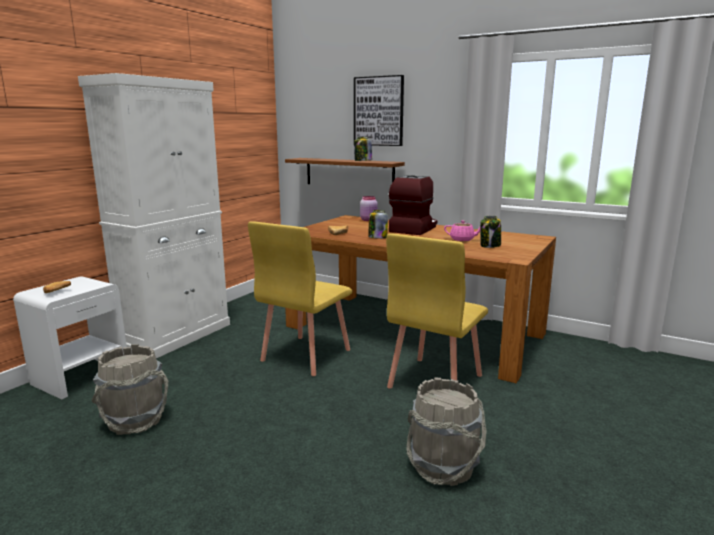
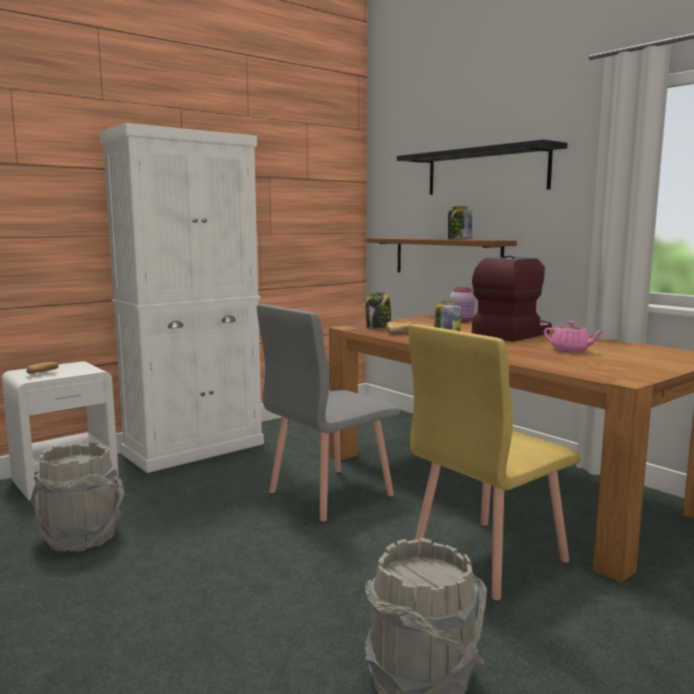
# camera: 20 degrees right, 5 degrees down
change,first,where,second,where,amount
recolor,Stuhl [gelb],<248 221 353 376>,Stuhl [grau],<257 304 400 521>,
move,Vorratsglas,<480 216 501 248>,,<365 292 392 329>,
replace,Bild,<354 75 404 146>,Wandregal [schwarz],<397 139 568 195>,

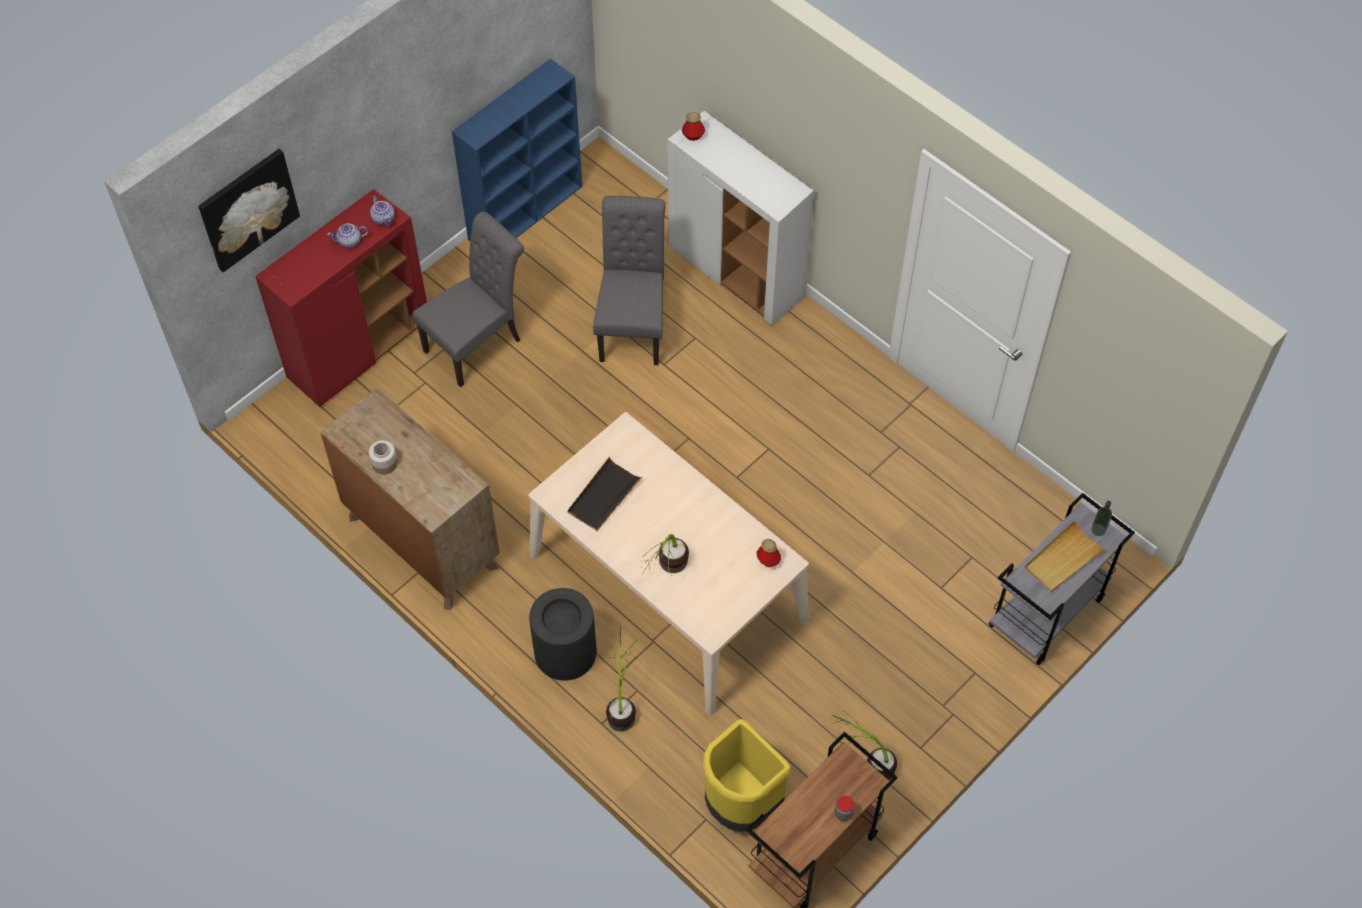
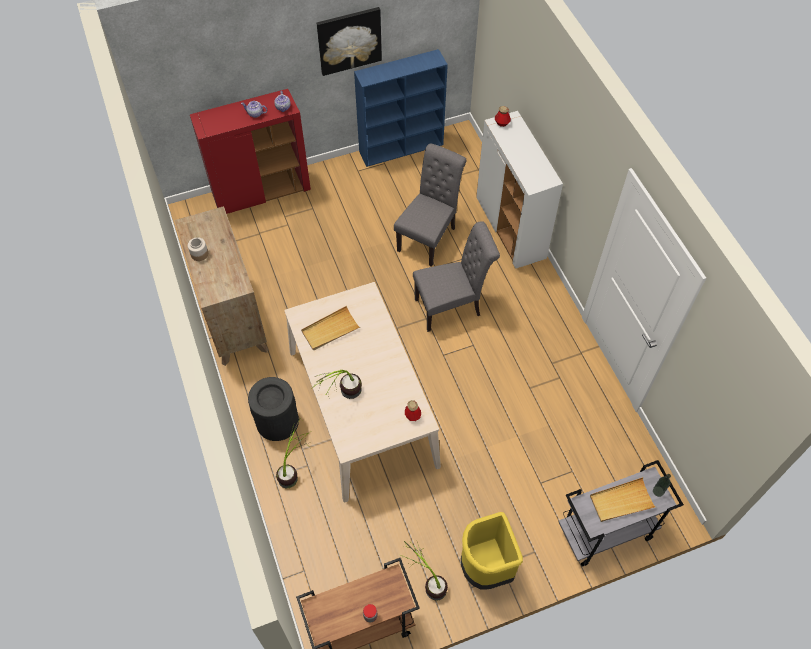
# camera: 25 degrees right, 0 degrees up
change,first,where,second,where,amount
recolor,Tablett [schwarz],<567 457 643 531>,Tablett [beige],<301 306 360 350>,
move,Bild,<198 149 300 272>,,<316 7 382 76>,
move,Stuhl [grau],<412 212 524 387>,,<413 221 500 332>,
move,Mülleimer [gelb],<703 719 791 832>,,<461 512 523 590>,

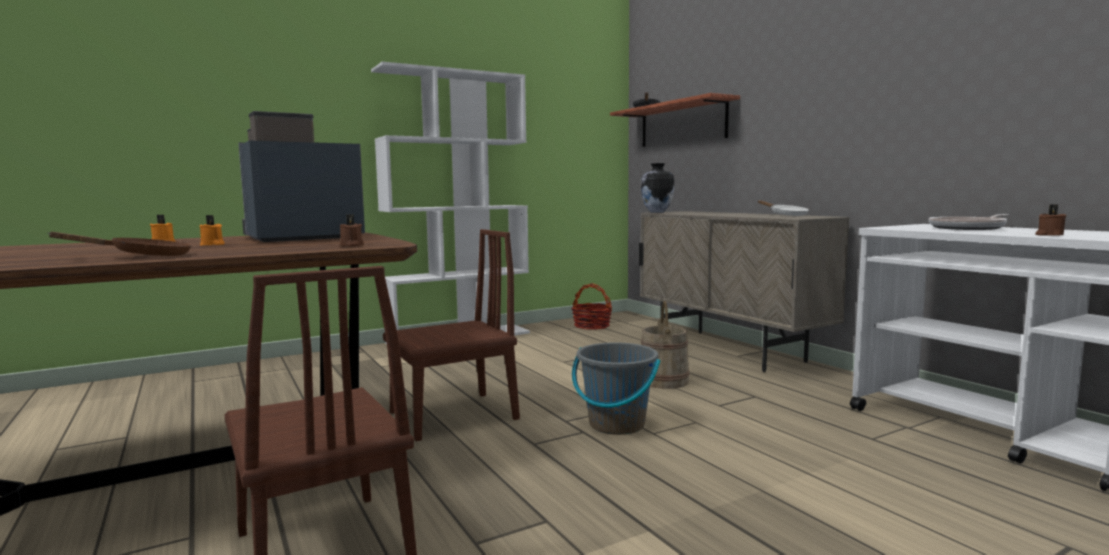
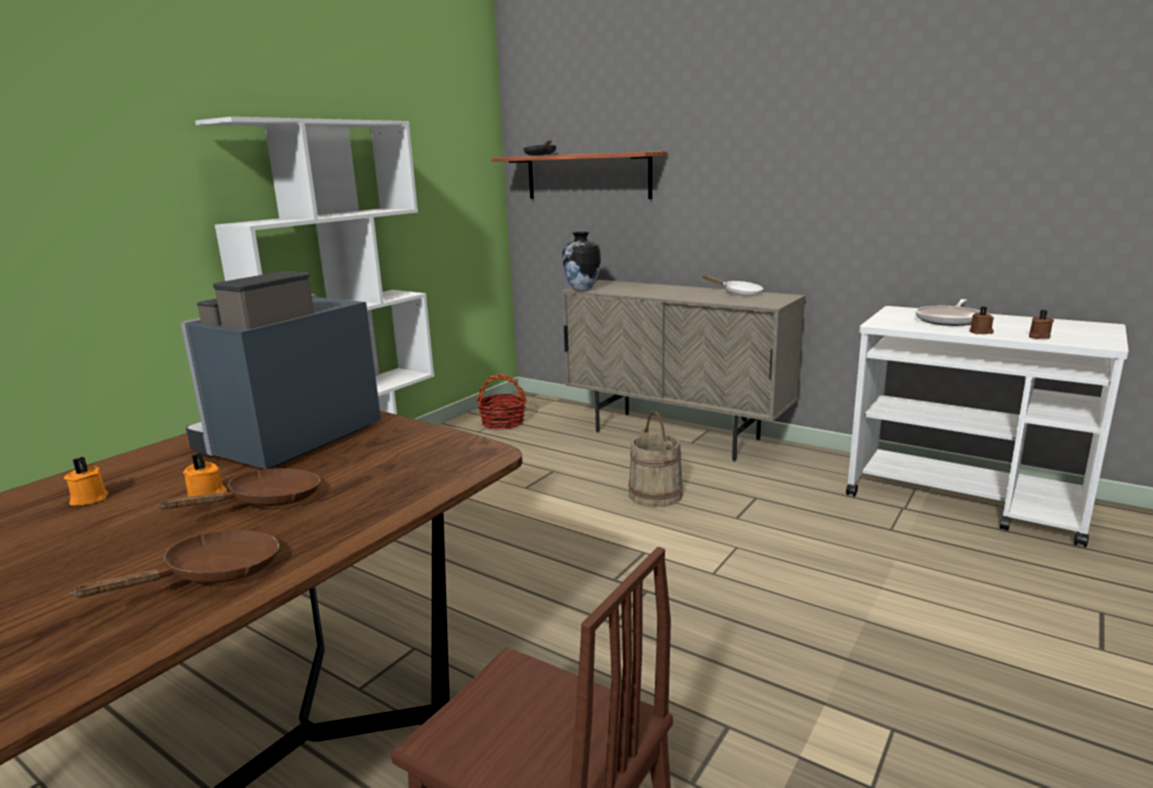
# camera: 25 degrees left, 10 degrees up
change,first,where,second,where,amount
insert,,,Pfanne [braun],<155 468 320 510>,
move,Kerze [braun],<339 214 364 246>,,<969 306 994 334>,
delete,Stuhl [braun],<383 229 520 441>,,,
delete,Eimer [grau],<572 342 660 435>,,,

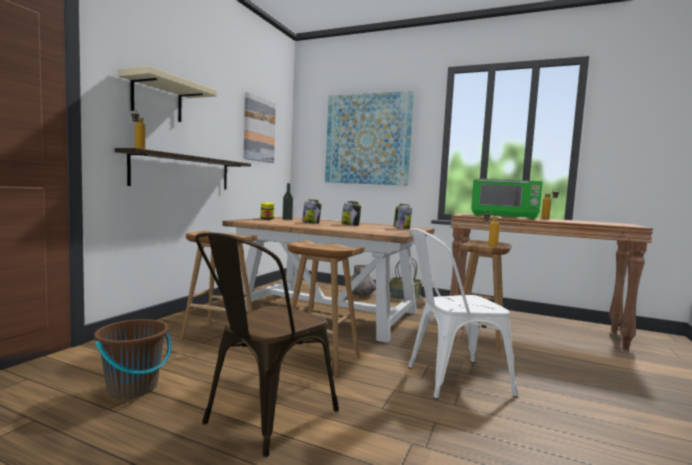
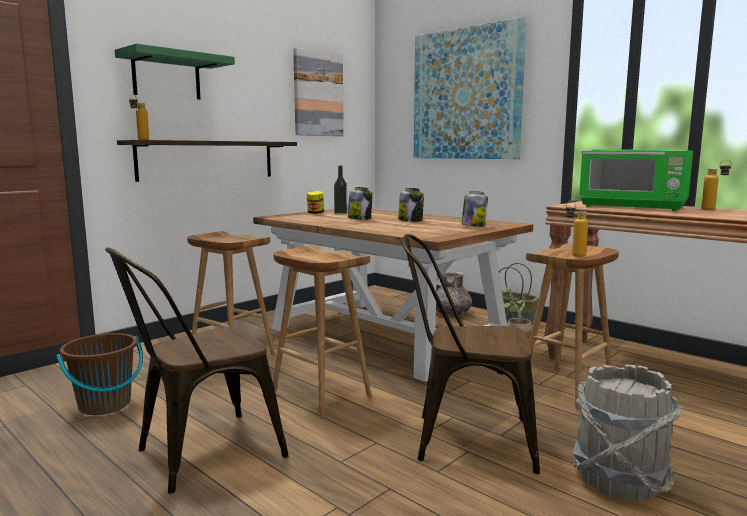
# camera: 20 degrees right, 5 degrees up
change,first,where,second,where,amount
recolor,Wandregal [beige],<118 66 217 122>,Wandregal [grün],<115 43 235 100>,
recolor,Stuhl [weiß],<408 228 518 399>,Stuhl [braun],<402 234 540 474>,
insert,,,Eimer [grau],<573 364 682 501>,

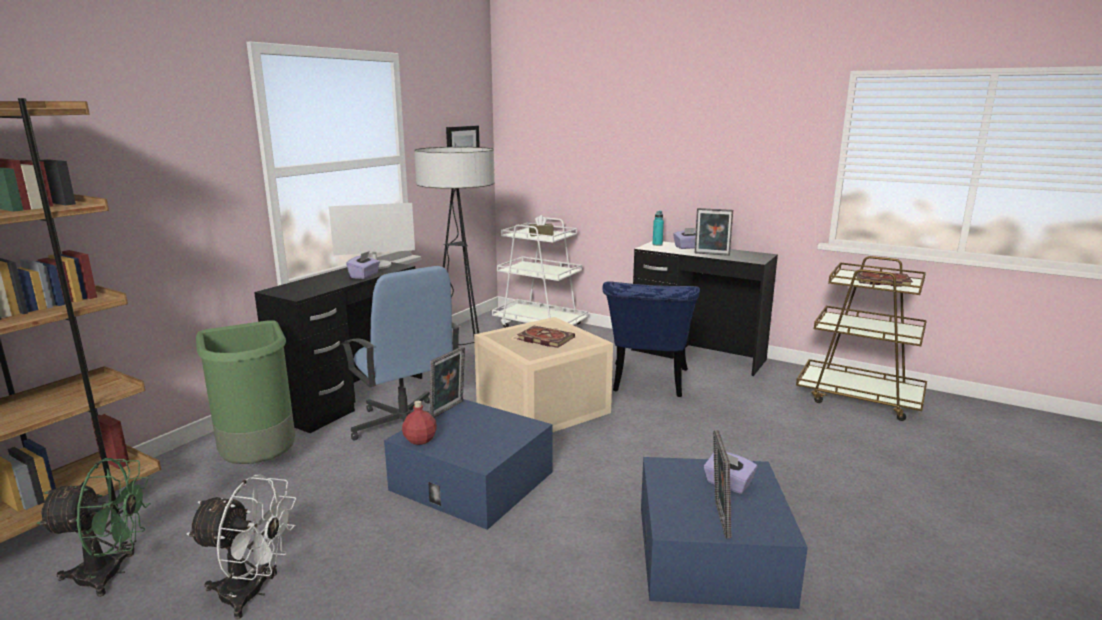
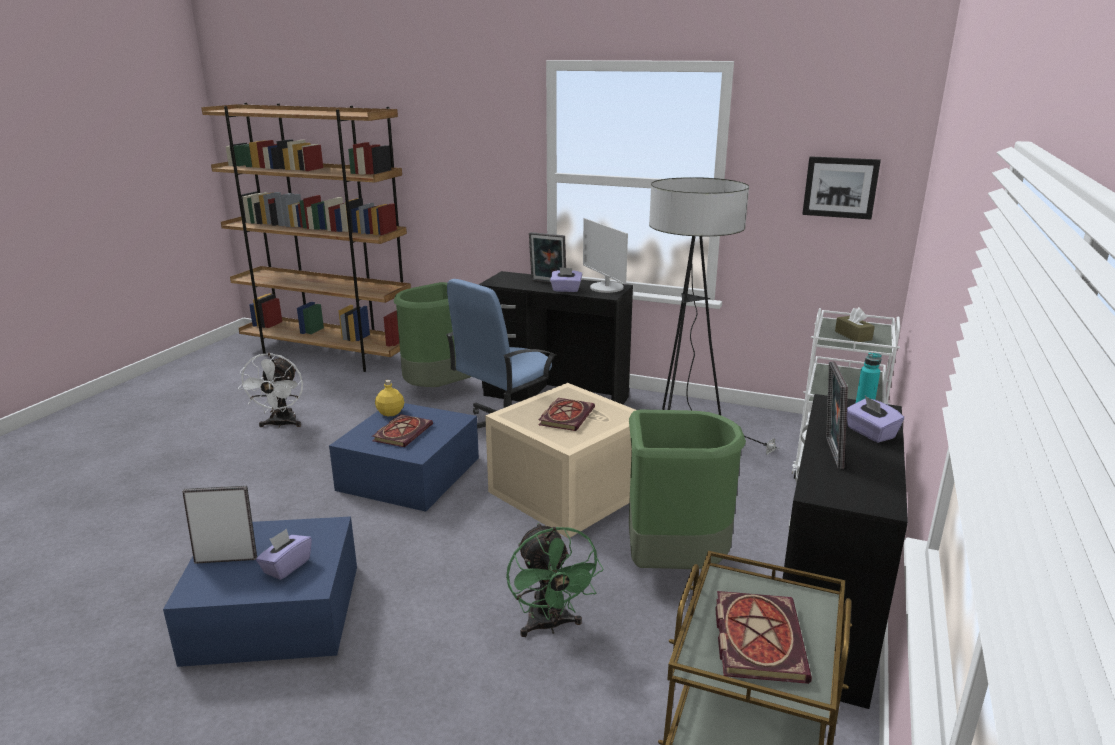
# camera: 80 degrees right, 5 degrees up
change,first,where,second,where,amount
insert,,,Buch,<372 414 433 447>,
recolor,Flasche [rot],<402 401 437 445>,Flasche [gelb],<375 380 404 416>,
move,Ventilator [grün],<37 458 151 597>,,<506 523 604 637>,
move,Bilderrahmen,<429 346 465 418>,,<529 232 566 283>,
replace,Stuhl [blau],<603 281 700 397>,Mülleimer [grün],<629 409 746 569>,

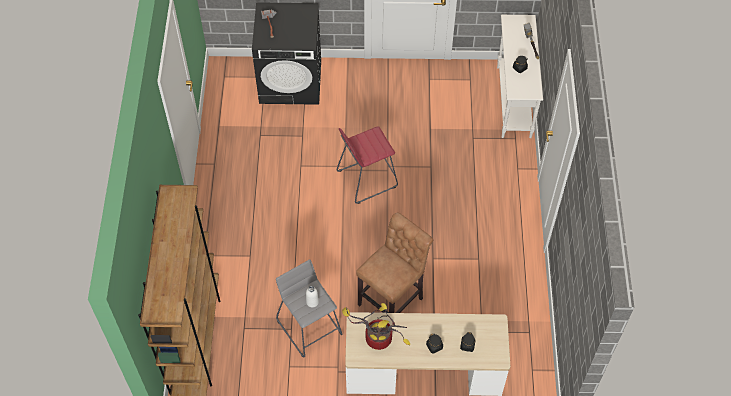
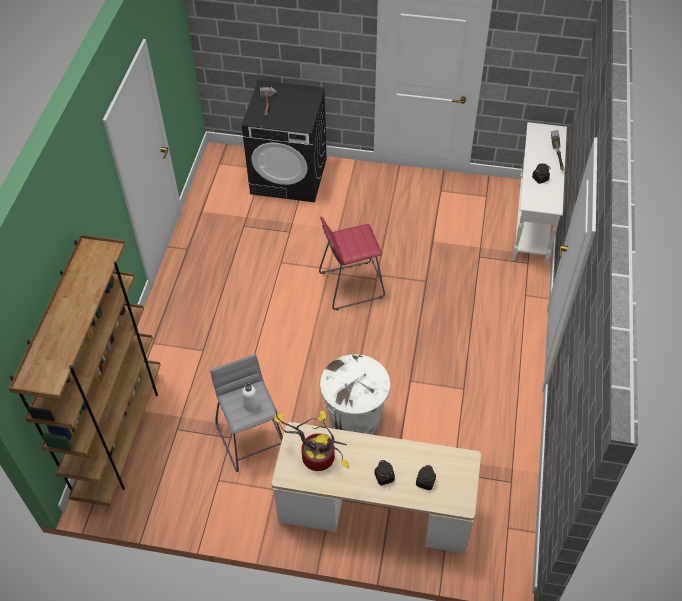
# camera: 10 degrees right, 5 degrees down
change,first,where,second,where,amount
replace,Hocker [braun],<356 212 433 313>,Mülleimer [weiß],<320 354 390 435>,

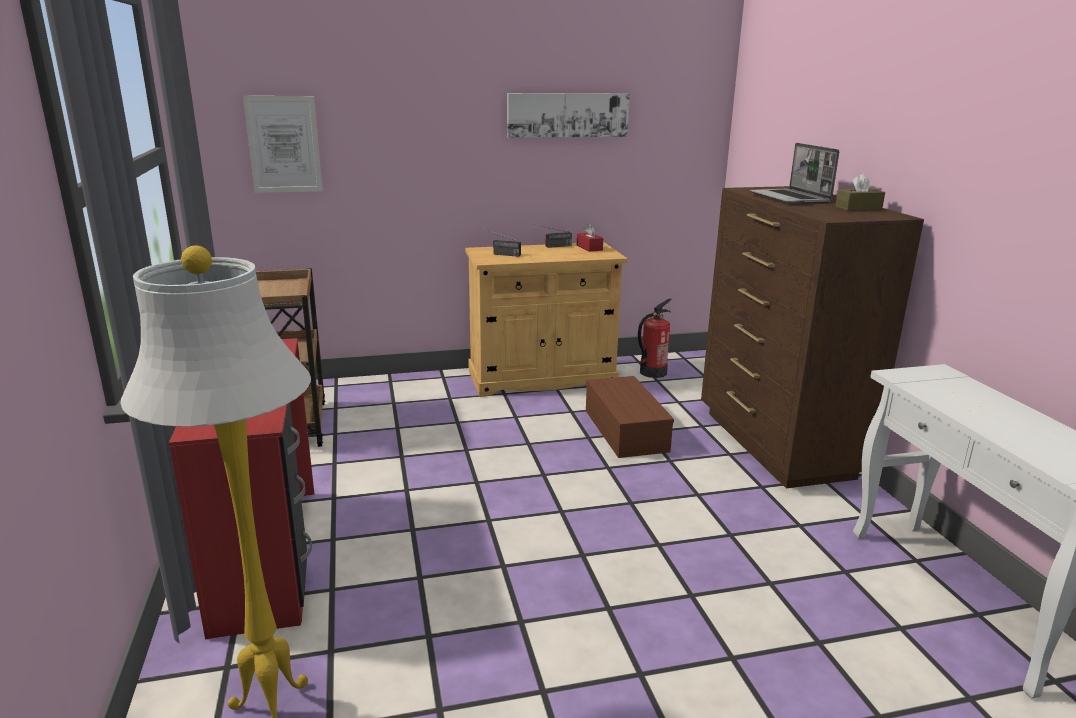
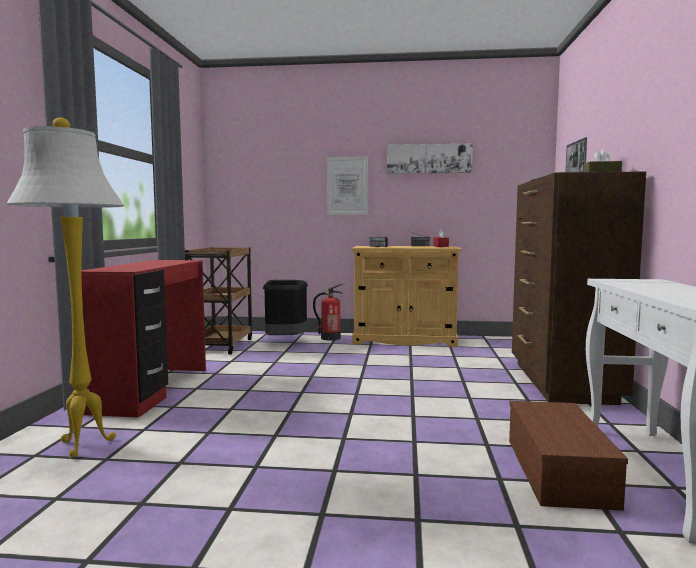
# camera: 20 degrees right, 15 degrees down
change,first,where,second,where,amount
insert,,,Mülleimer [schwarz],<263 280 308 335>,
move,Feuerlöscher,<638 299 672 378>,,<313 284 343 340>,
move,Bild,<243 96 323 193>,,<327 156 368 215>,
move,Aufbewahrungsbox [braun],<586 376 674 458>,,<509 401 628 511>,

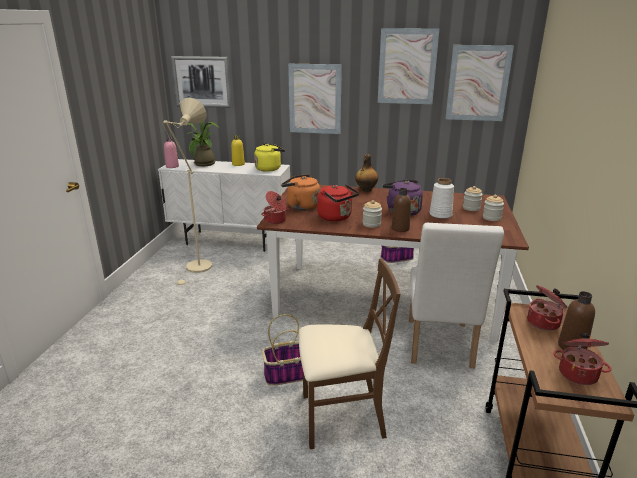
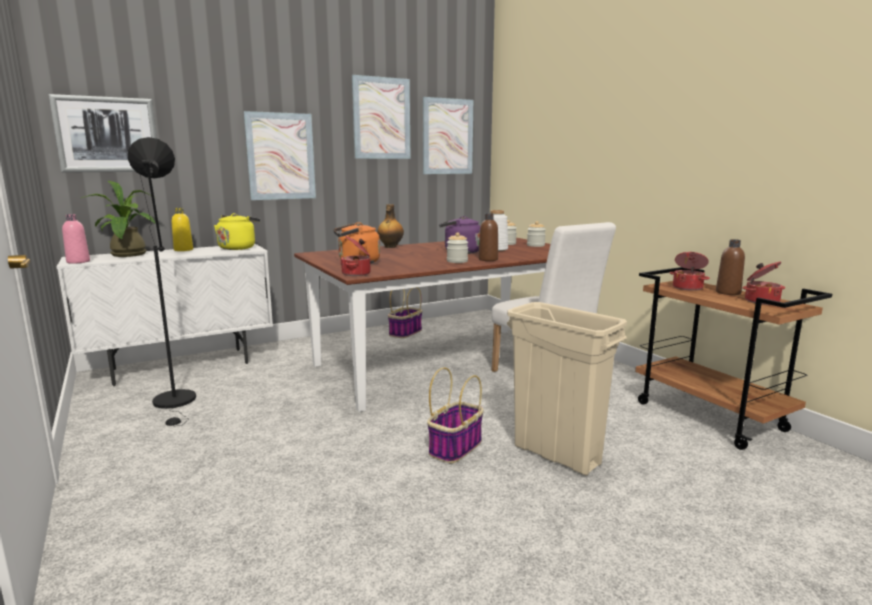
# camera: 40 degrees left, 10 degrees down
change,first,where,second,where,amount
recolor,Stehlampe [beige],<162 98 212 287>,Stehlampe [schwarz],<128 137 196 426>,
replace,Stuhl [braun],<299 259 400 449>,Mülleimer [beige],<507 302 627 475>,
delete,Wasserkessel [rot],<317 184 359 221>,,,

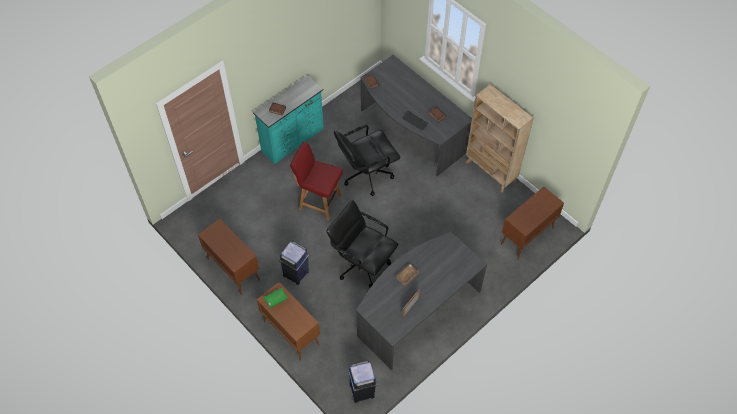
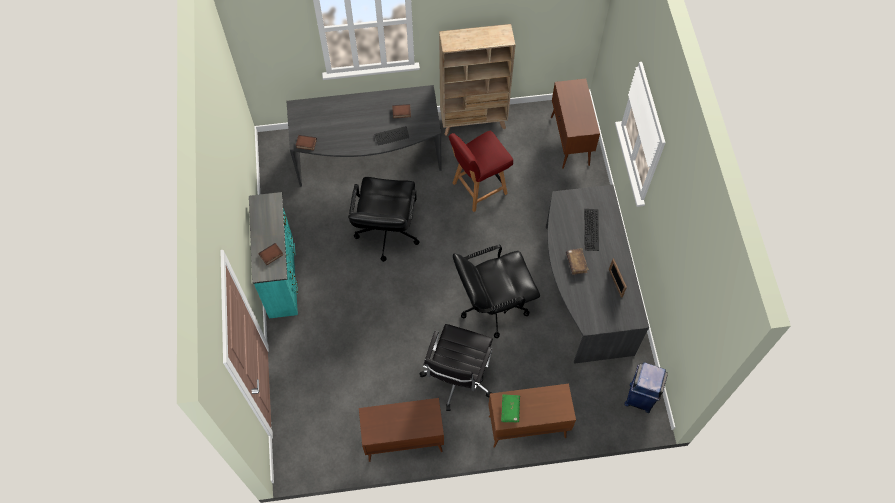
# camera: 55 degrees left, 5 degrees up
change,first,where,second,where,amount
replace,Mülleimer [blau],<279 241 309 285>,Bürostuhl [schwarz],<419 324 493 411>,
move,Stuhl [rot],<290 142 343 221>,,<449 131 513 212>,
insert,,,Tastatur,<584 209 599 251>,

